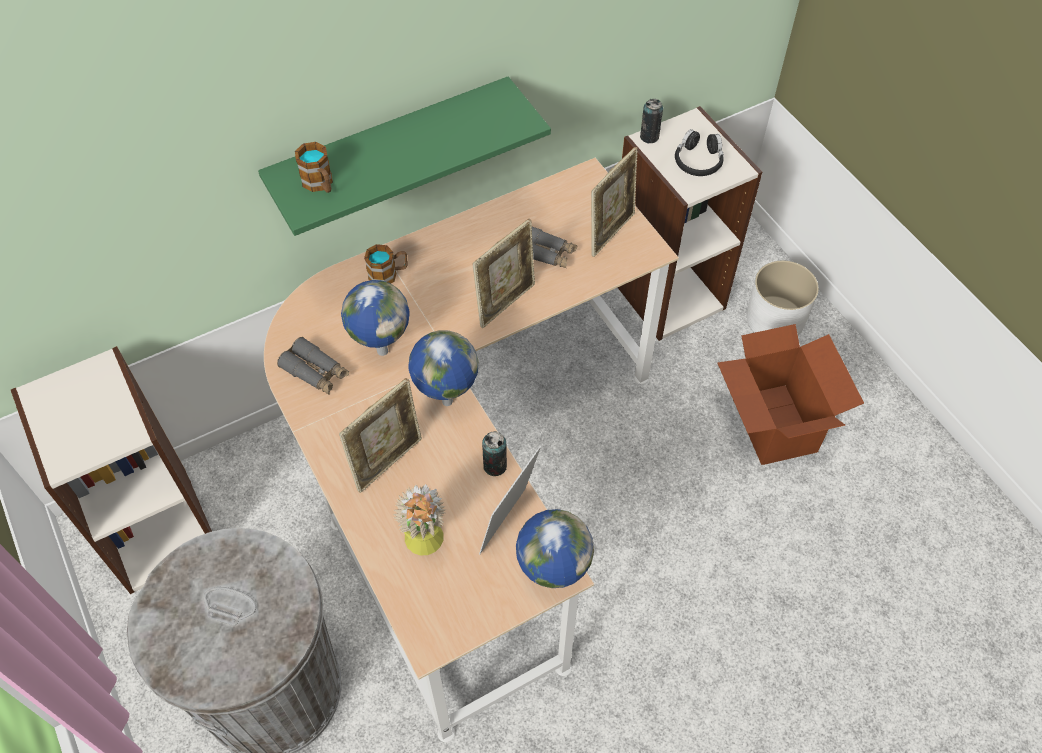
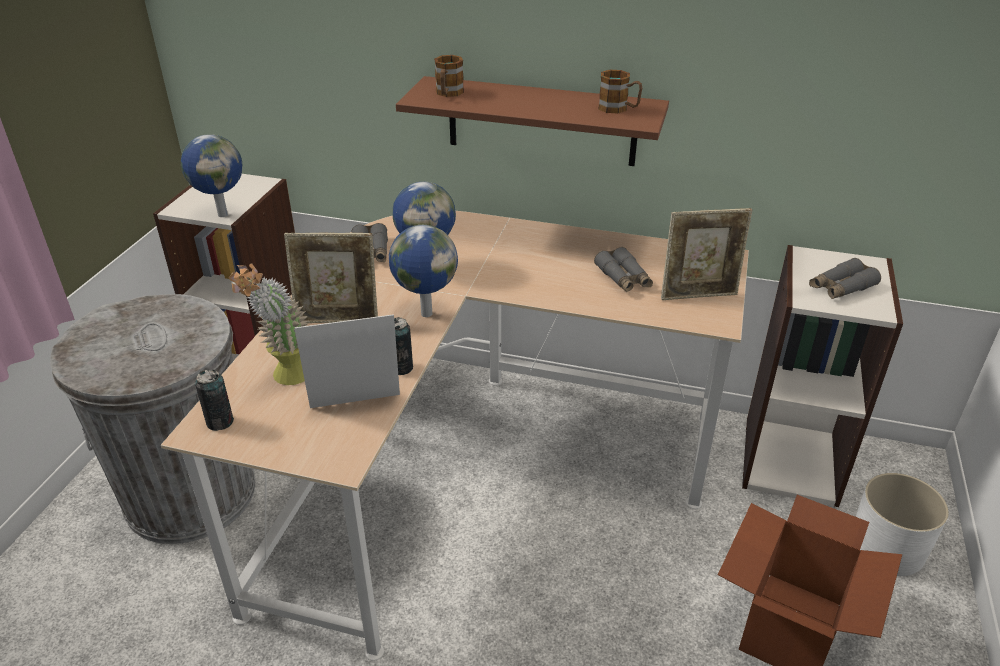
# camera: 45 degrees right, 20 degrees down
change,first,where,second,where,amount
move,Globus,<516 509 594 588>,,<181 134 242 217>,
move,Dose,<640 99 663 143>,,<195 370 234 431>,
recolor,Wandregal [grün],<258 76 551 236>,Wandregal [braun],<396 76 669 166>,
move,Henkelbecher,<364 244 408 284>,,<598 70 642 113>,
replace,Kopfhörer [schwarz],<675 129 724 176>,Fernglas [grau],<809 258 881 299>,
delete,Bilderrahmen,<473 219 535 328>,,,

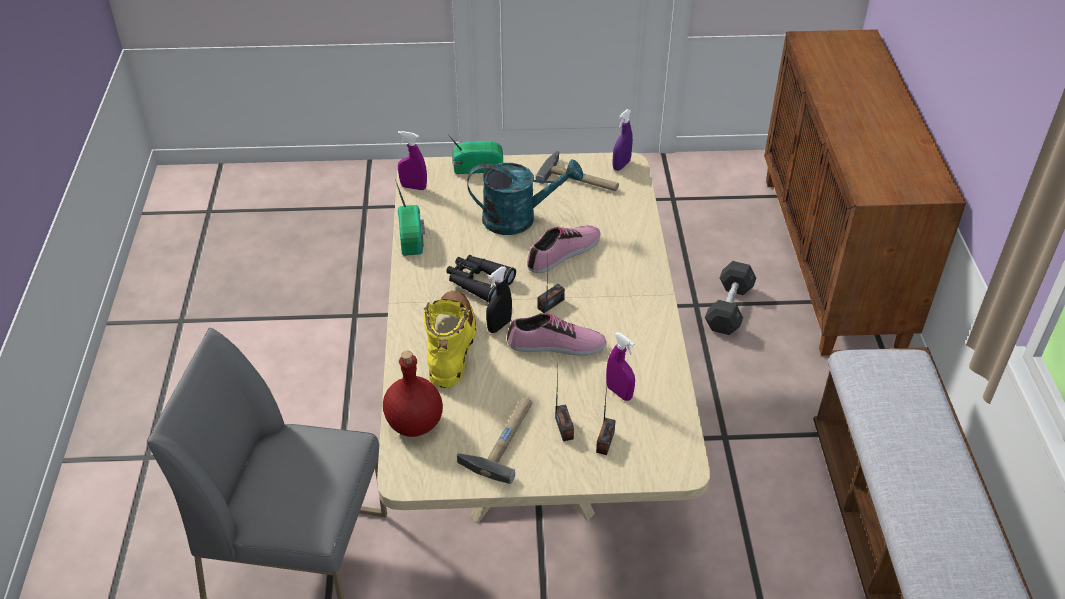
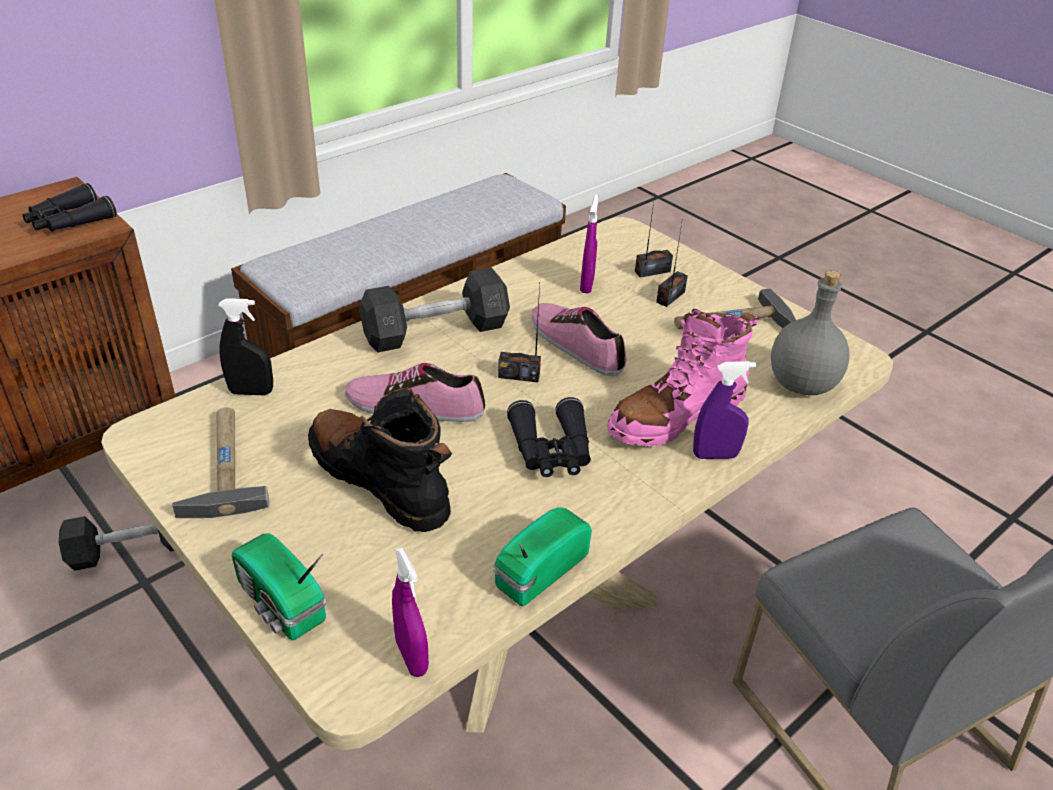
# camera: 130 degrees left, 5 degrees down
change,first,where,second,where,amount
insert,,,Fernglas [schwarz],<22 183 116 232>,
move,Sprühflasche [schwarz],<486 266 512 333>,,<218 298 273 395>,
replace,Gießkanne [türkis],<468 159 583 235>,Stiefel [schwarz],<308 387 452 532>,
insert,,,Hantel [grau],<360 267 510 353>,
recolor,Stiefel [gelb],<424 291 476 388>,Stiefel [rosa],<607 309 759 447>,
move,Sprühflasche [lila],<613 109 633 171>,,<693 361 756 459>,
recolor,Flasche [rot],<383 351 443 437>,Flasche [grau],<771 270 850 395>,

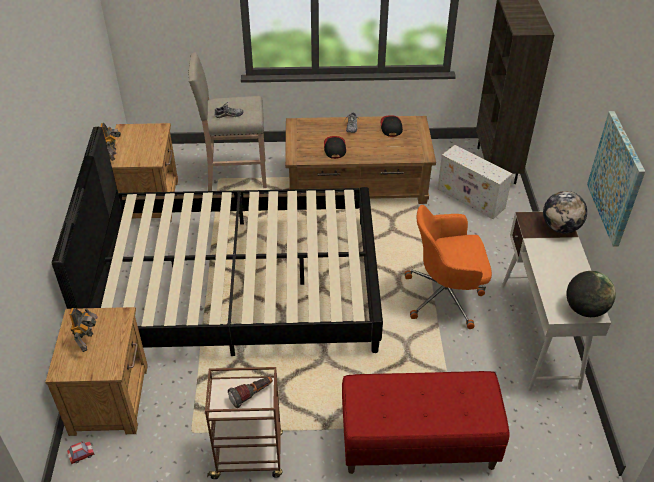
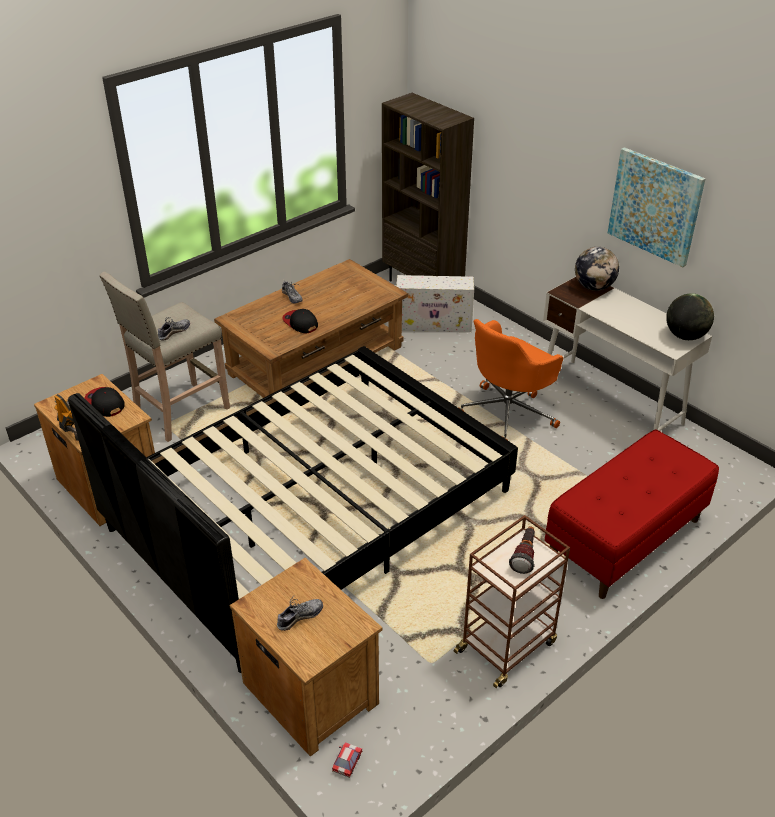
# camera: 40 degrees left, 5 degrees down
change,first,where,second,where,amount
move,Kappe,<381 115 403 137>,,<85 387 125 417>,
replace,Spielzeugroboter,<69 308 98 352>,Schuh,<277 596 323 631>,

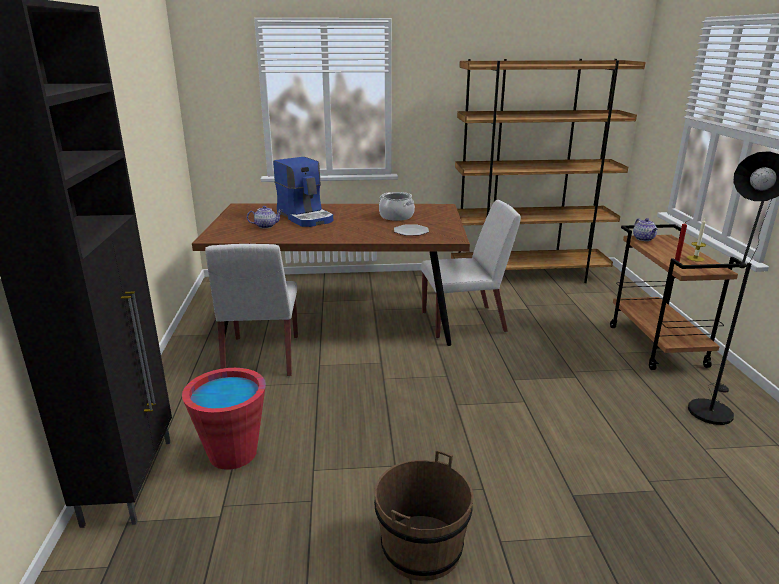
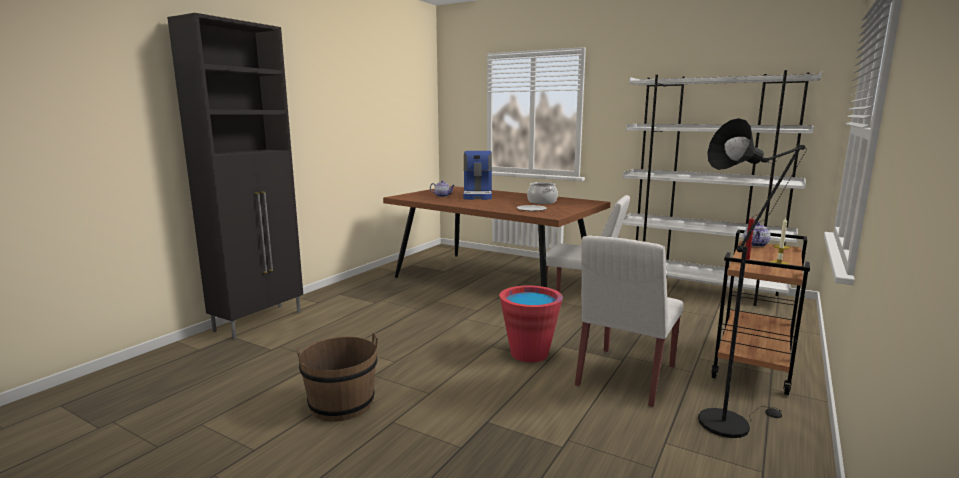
# camera: 35 degrees right, 10 degrees down
change,first,where,second,where,amount
move,Eimer [rot],<182 368 266 470>,,<499 285 563 362>,
move,Stuhl [weiß],<205 244 298 377>,,<575 236 684 407>,
recolor,Bücherregal [braun],<451 59 646 283>,Bücherregal [weiß],<622 70 822 306>,

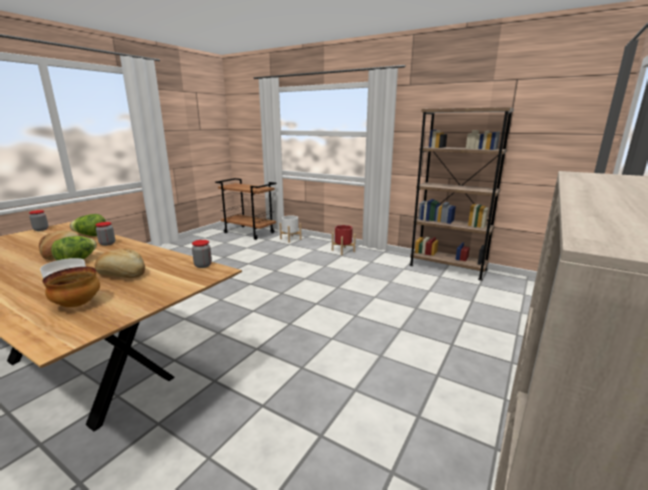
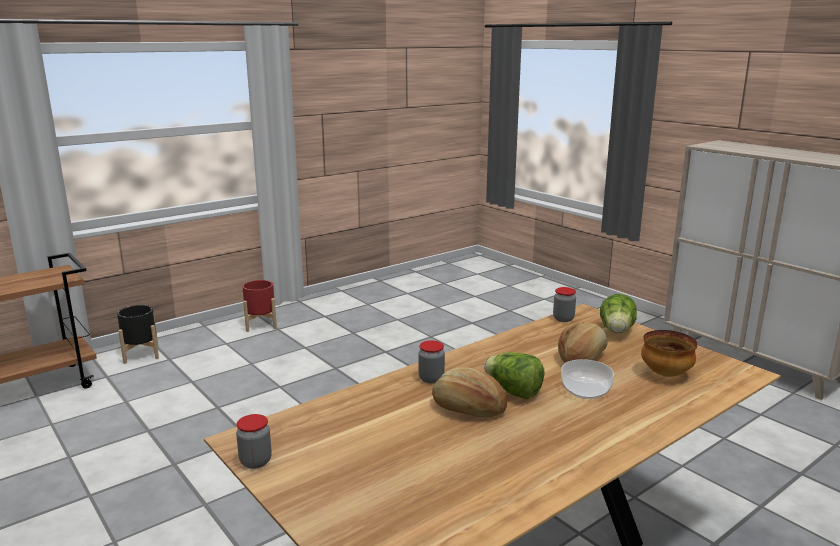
# camera: 70 degrees left, 0 degrees up
change,first,where,second,where,amount
recolor,Pflanzkübel [weiß],<279 216 302 243>,Pflanzkübel [schwarz],<117 305 159 364>,
move,Salatkopf,<70 214 106 236>,,<600 294 637 333>,
delete,Bücherregal [braun],<410 107 514 280>,,,

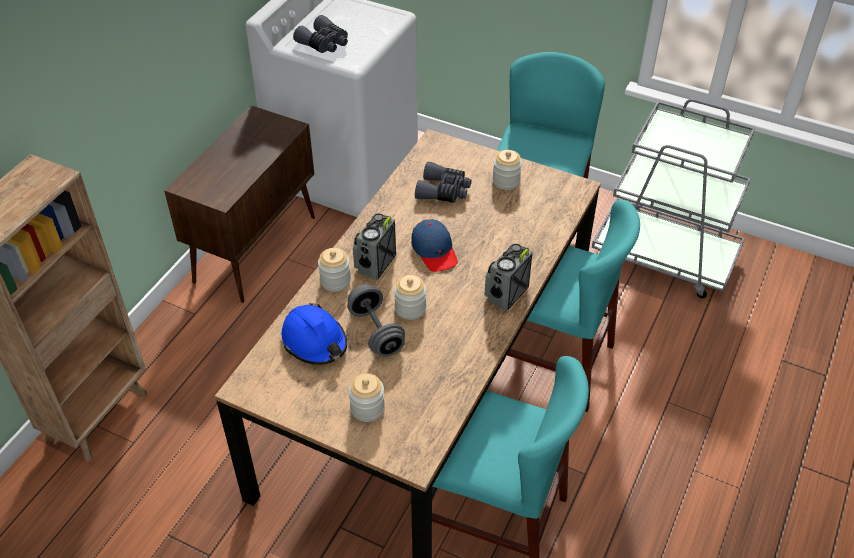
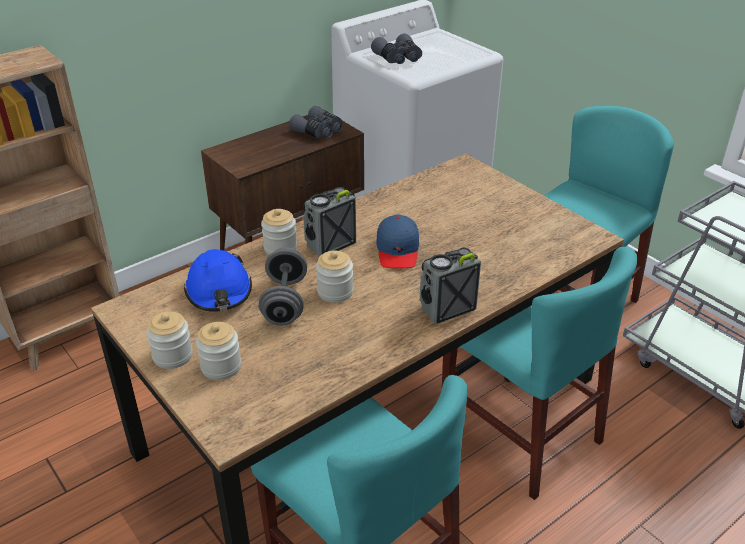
# camera: 25 degrees right, 10 degrees down
change,first,where,second,where,amount
move,Vorratsglas,<492 150 522 190>,,<146 311 193 369>,
move,Fernglas [grau],<415 161 471 203>,,<289 106 343 139>,

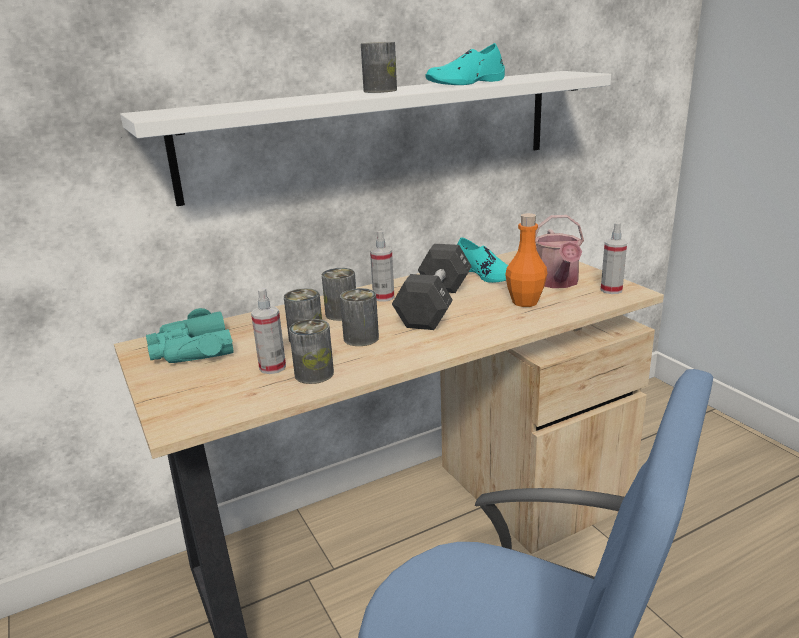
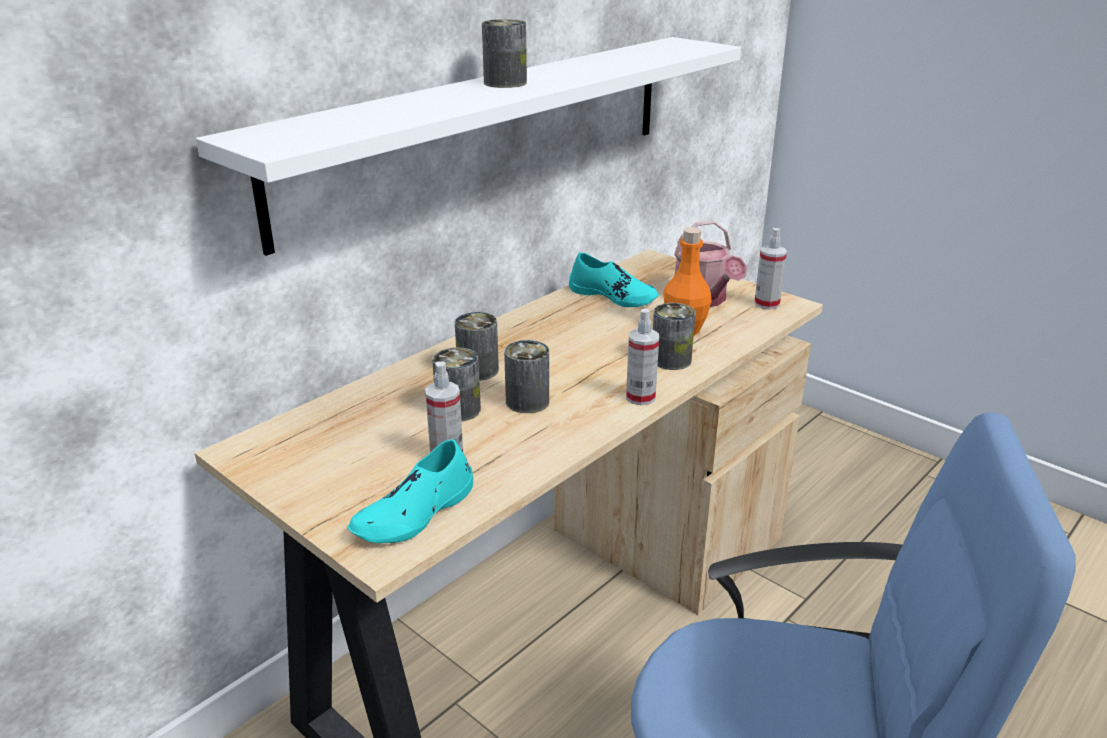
# camera: 20 degrees left, 5 degrees up
change,first,where,second,where,amount
move,Schuh [türkis],<425 43 505 85>,,<348 439 473 543>,
move,Sprühflasche,<370 230 394 302>,,<626 308 659 406>,
move,Dose,<289 319 334 384>,,<653 303 696 370>,
delete,Fernglas [türkis],<146 308 234 363>,,,
delete,Hantel [schwarz],<392 244 472 330>,,,

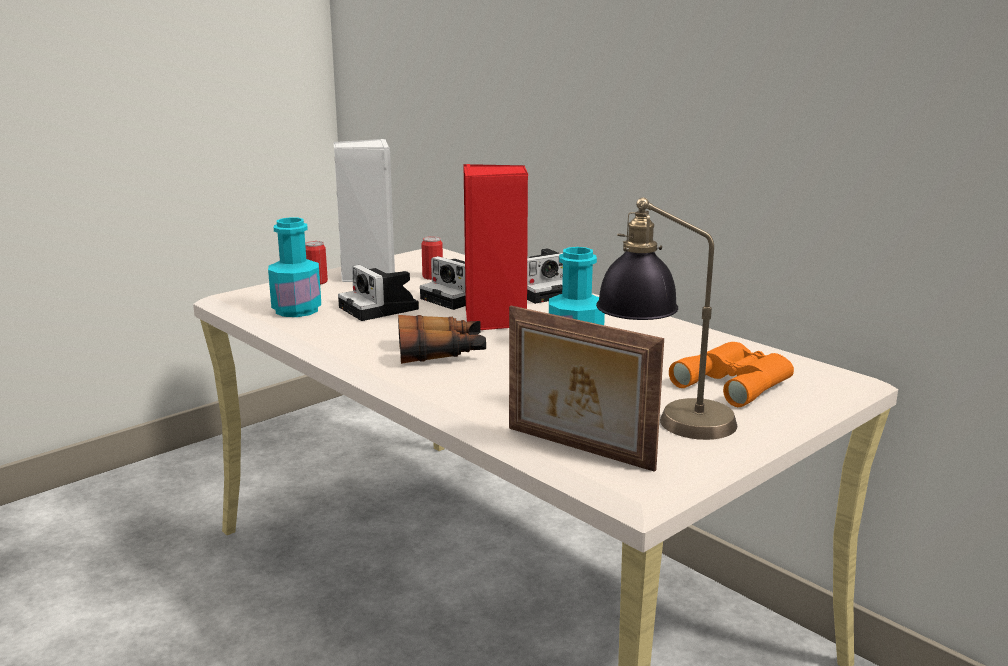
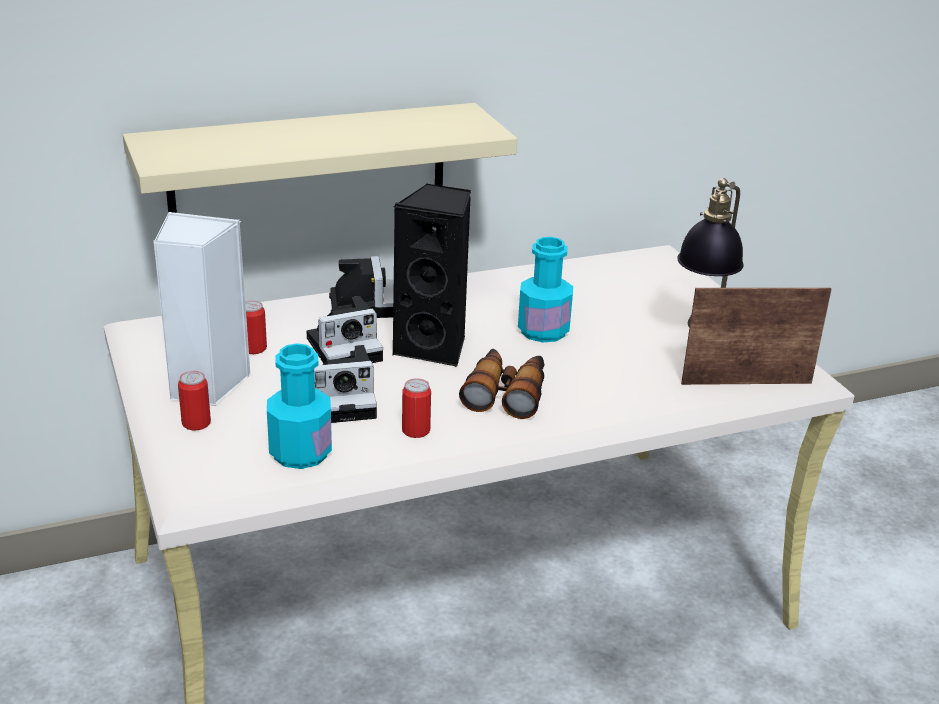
# camera: 70 degrees left, 10 degrees up
change,first,where,second,where,amount
insert,,,Wandregal [beige],<123 103 517 213>,
recolor,Lautsprecher [rot],<463 164 528 330>,Lautsprecher [schwarz],<392 183 471 367>,
insert,,,Dose,<402 378 431 438>,
rotate,Bilderrahmen,<509 306 664 472>,,<681 288 832 385>,150 degrees counterclockwise
delete,Fernglas [orange],<669 342 794 407>,,,

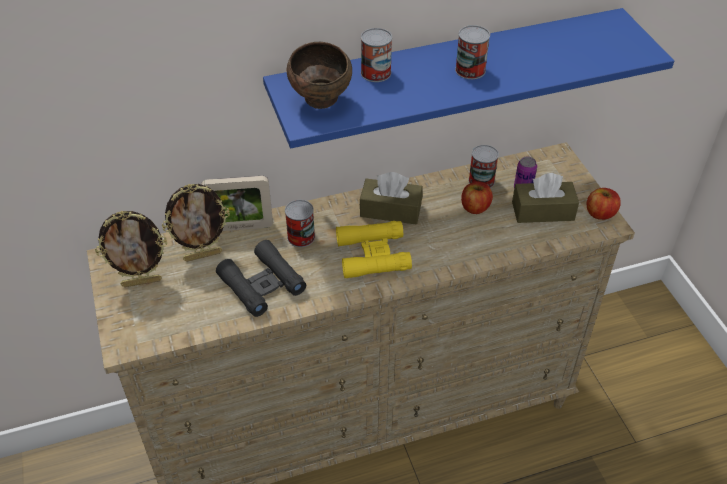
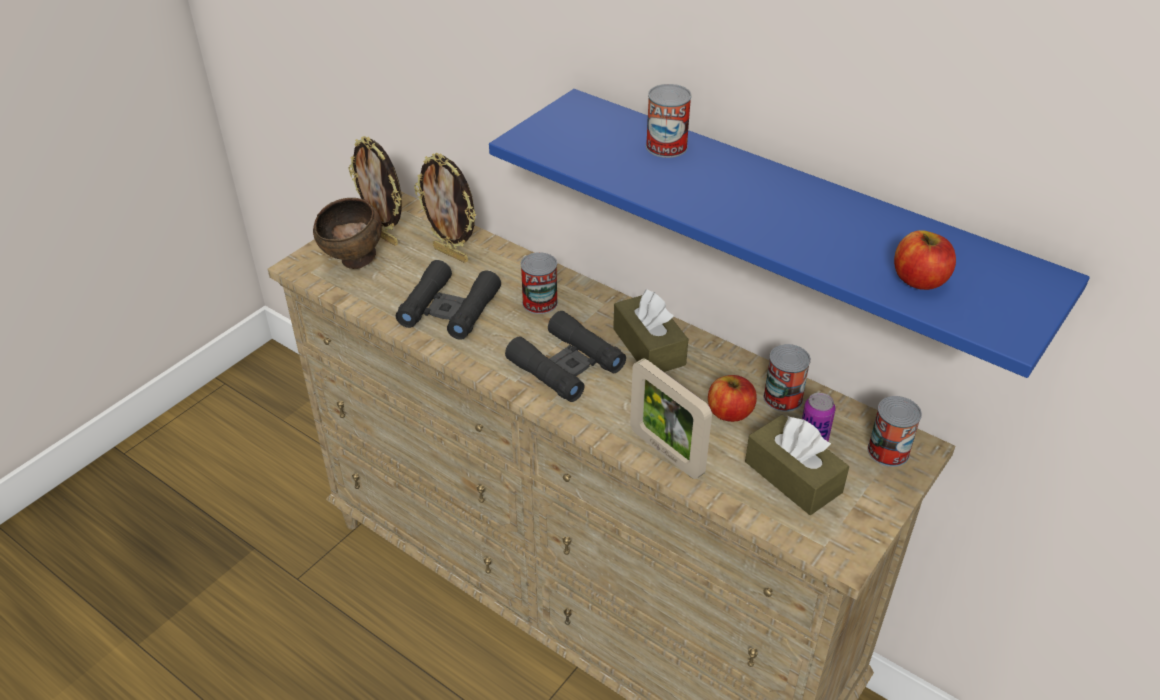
# camera: 55 degrees right, 5 degrees down
change,first,where,second,where,amount
move,Schüssel [braun],<287 42 352 109>,,<313 198 382 269>,
recolor,Fernglas [gelb],<336 221 412 278>,Fernglas [schwarz],<505 311 626 402>,
move,Bilderrahmen,<201 176 273 231>,,<630 358 712 479>,
move,Dose,<455 25 490 79>,,<867 396 922 467>,
move,Apfel,<587 188 621 220>,,<894 230 956 290>,

